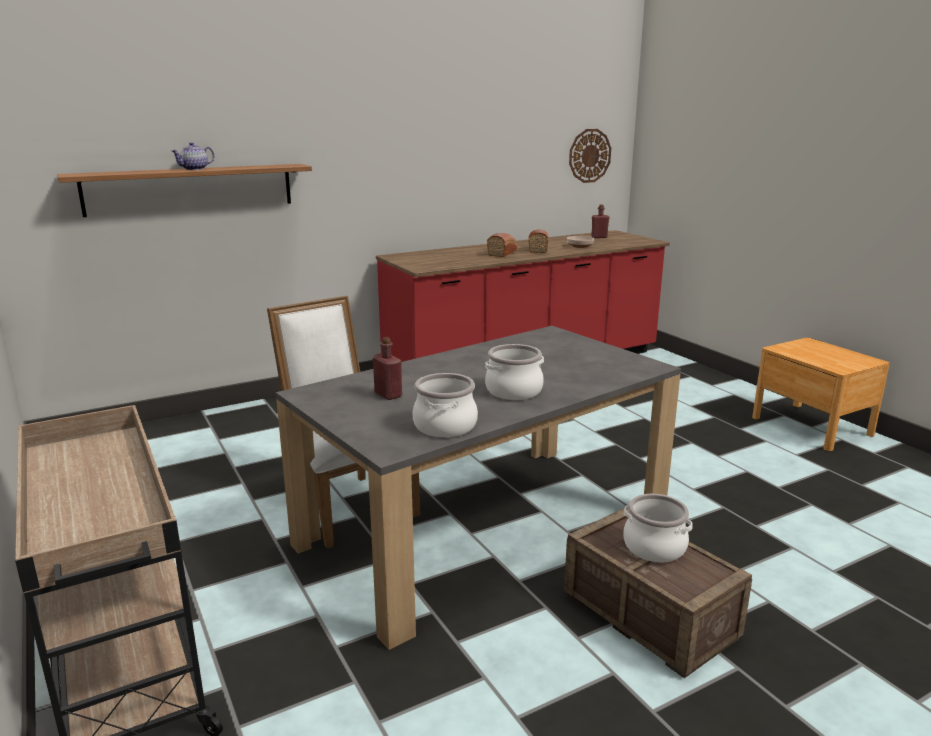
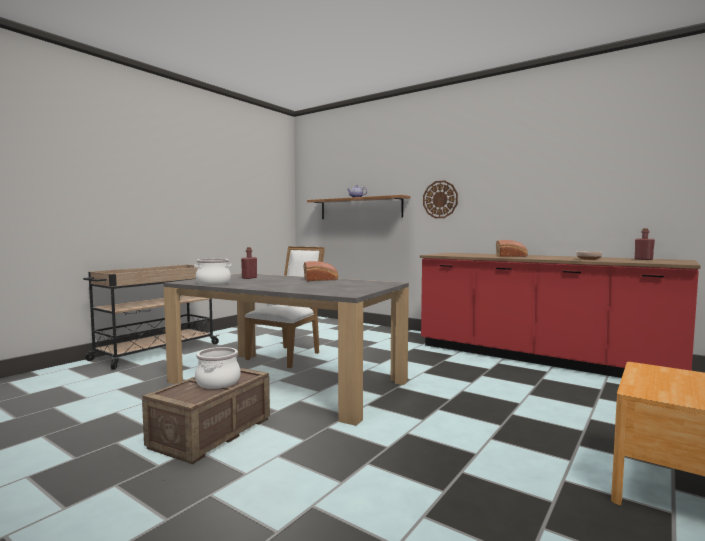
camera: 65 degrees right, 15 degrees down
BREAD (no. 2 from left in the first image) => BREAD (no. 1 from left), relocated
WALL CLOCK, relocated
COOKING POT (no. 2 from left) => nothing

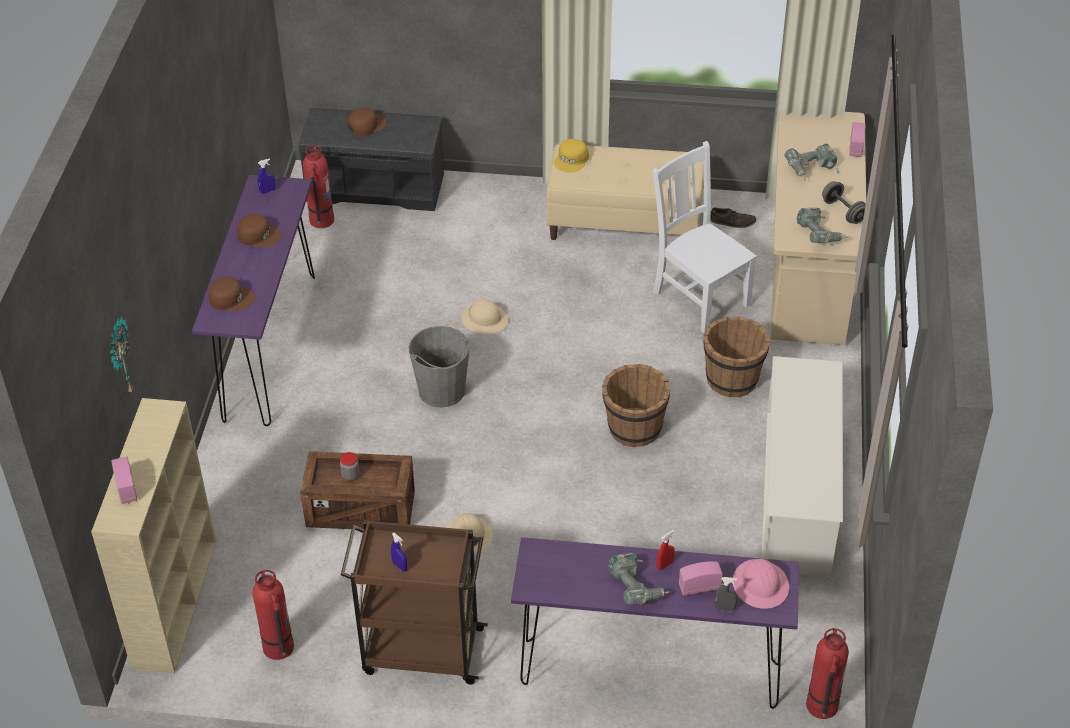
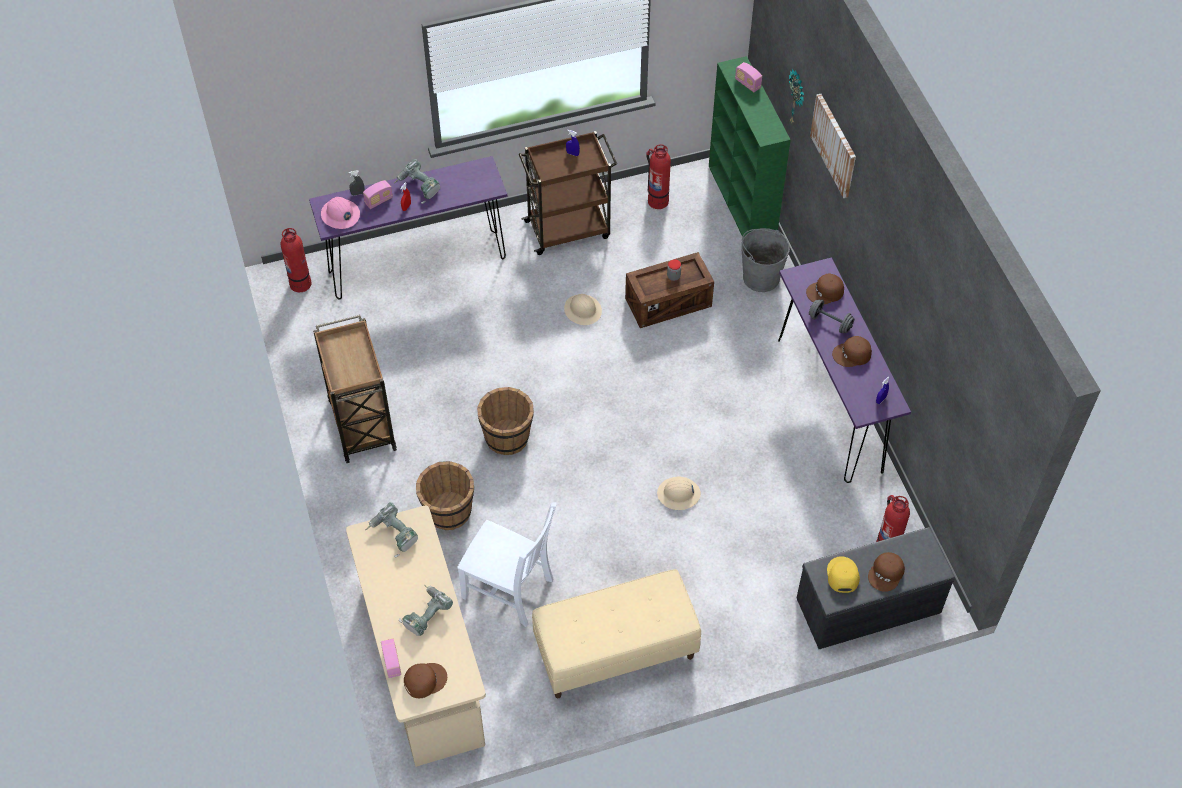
camera: 155 degrees right, 10 degrees up
WHITE SHOE RACK => BROWN CART (no. 1 from left)
nothing => BROWN CAP (no. 1 from left)
BEIGE BOOKCASE => GREEN BOOKCASE
GREY BUCKET, relocated
GREY DUMBBELL, relocated
nothing => PICTURE
YELLOW CAP, relocated
BROWN SHOE => nothing

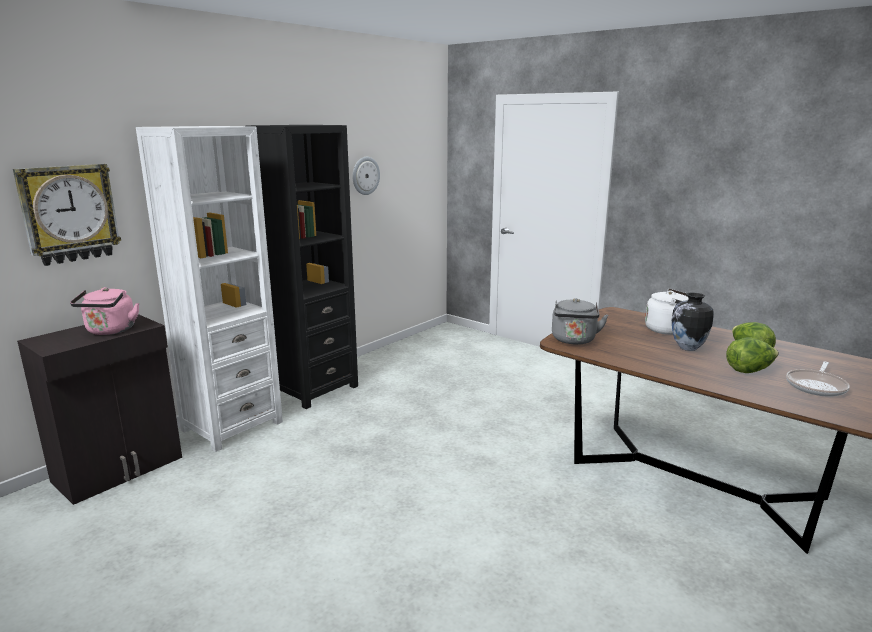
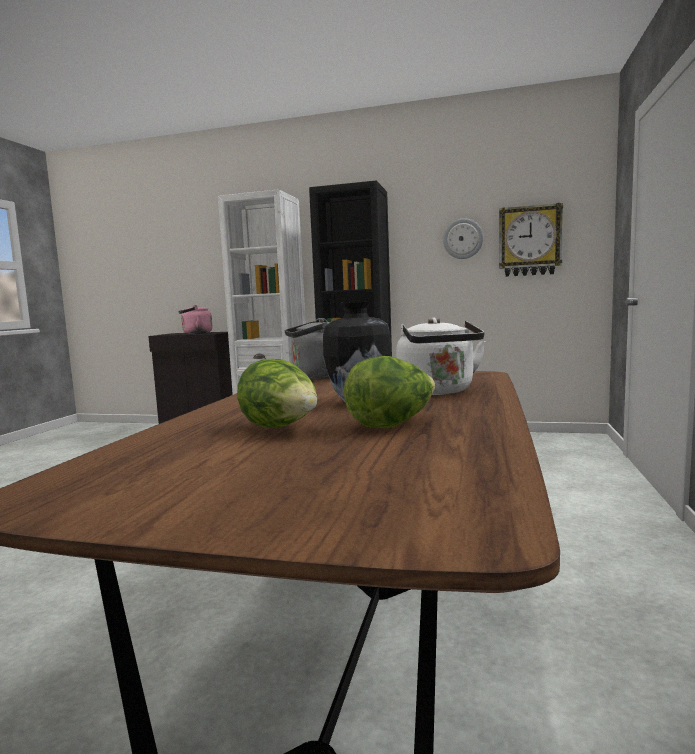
camera: 65 degrees right, 10 degrees down
WALL CLOCK (no. 1 from left in the first image) => WALL CLOCK (no. 2 from left), relocated
FRYING PAN => nothing

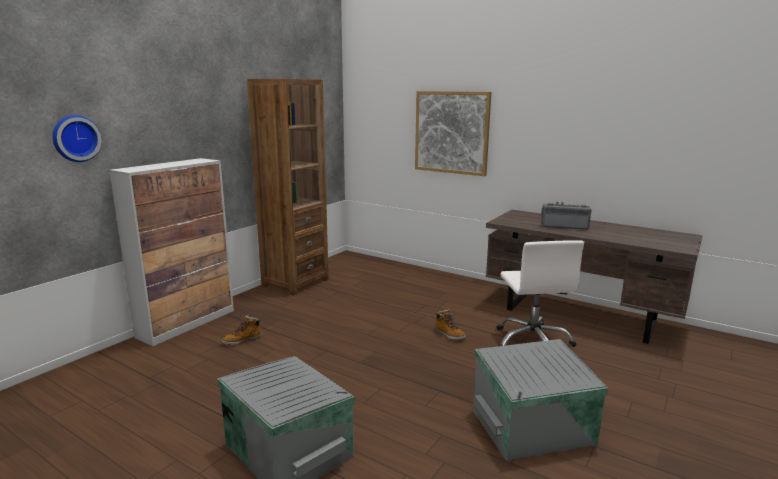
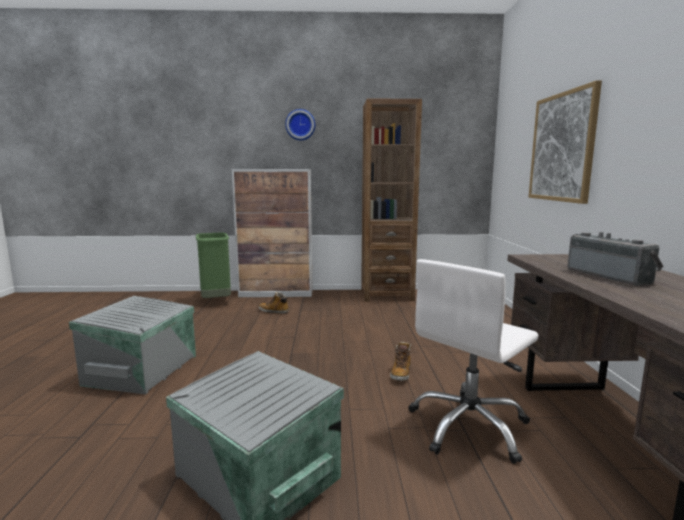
camera: 55 degrees right, 5 degrees down
nothing => GREEN TRASH CAN
WALL CLOCK, relocated

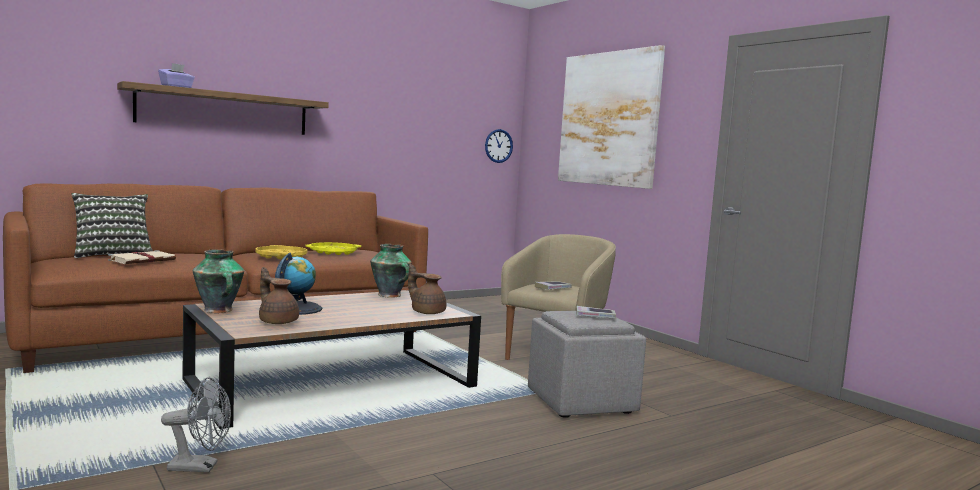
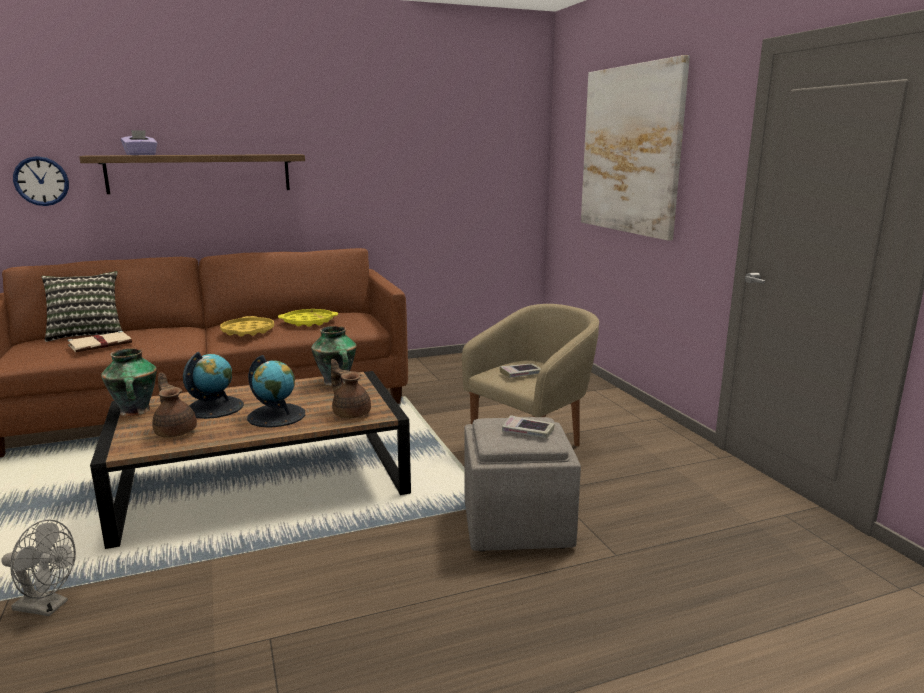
camera: 15 degrees right, 10 degrees up
WALL CLOCK, relocated
nothing => GLOBE (no. 2 from left)

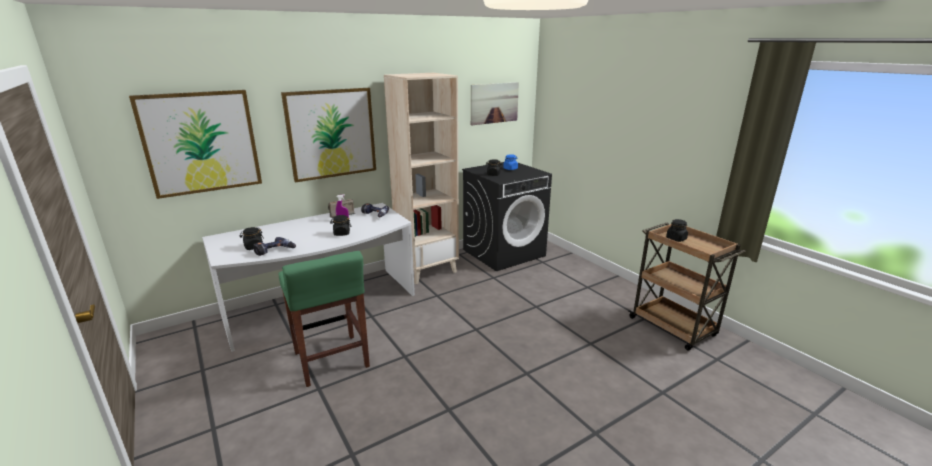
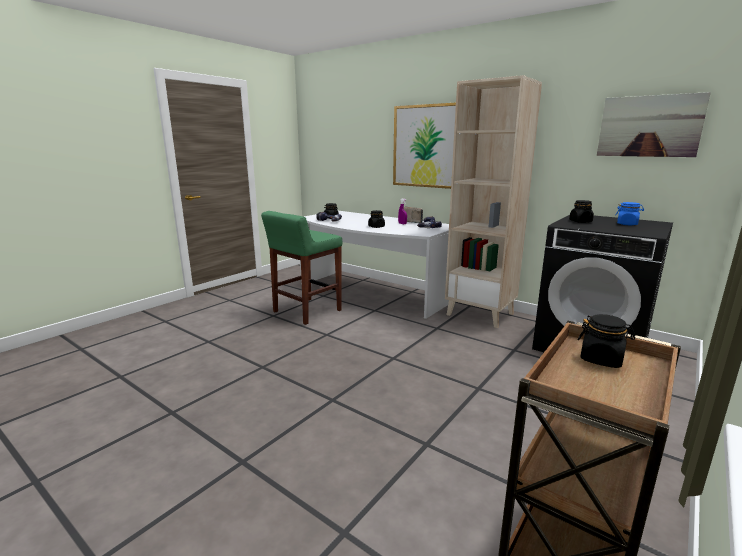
camera: 70 degrees right, 5 degrees down
PICTURE (no. 1 from left) => nothing

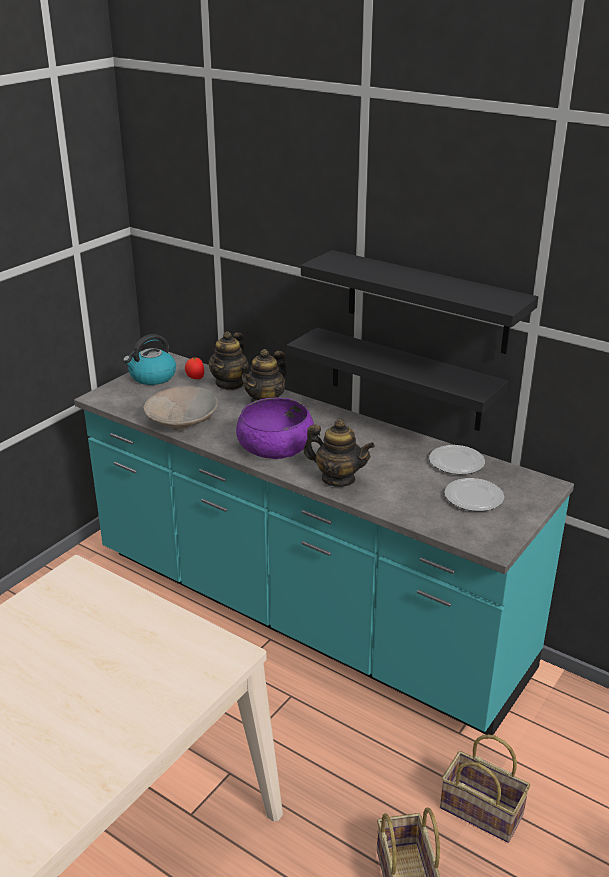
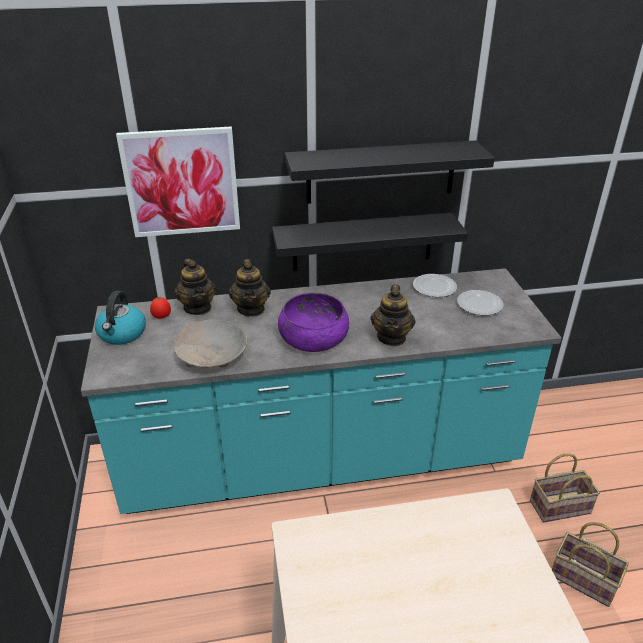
camera: 45 degrees left, 5 degrees up
nothing => PICTURE
TEAPOT (no. 3 from left), 120 degrees clockwise

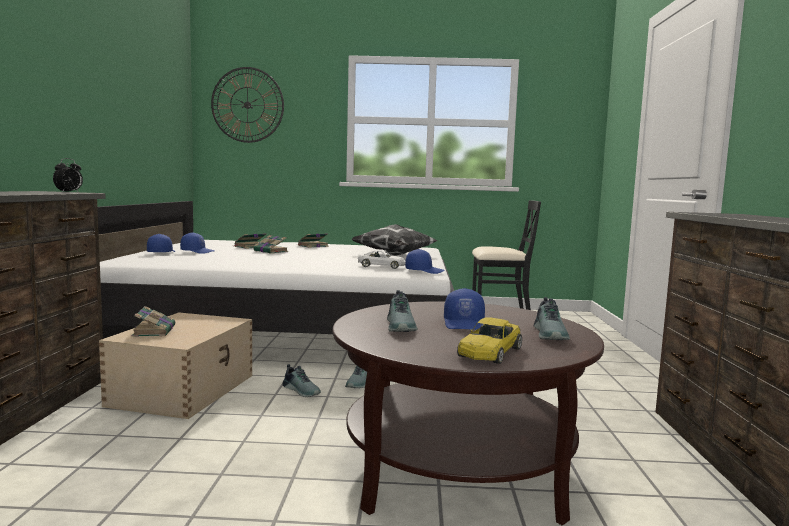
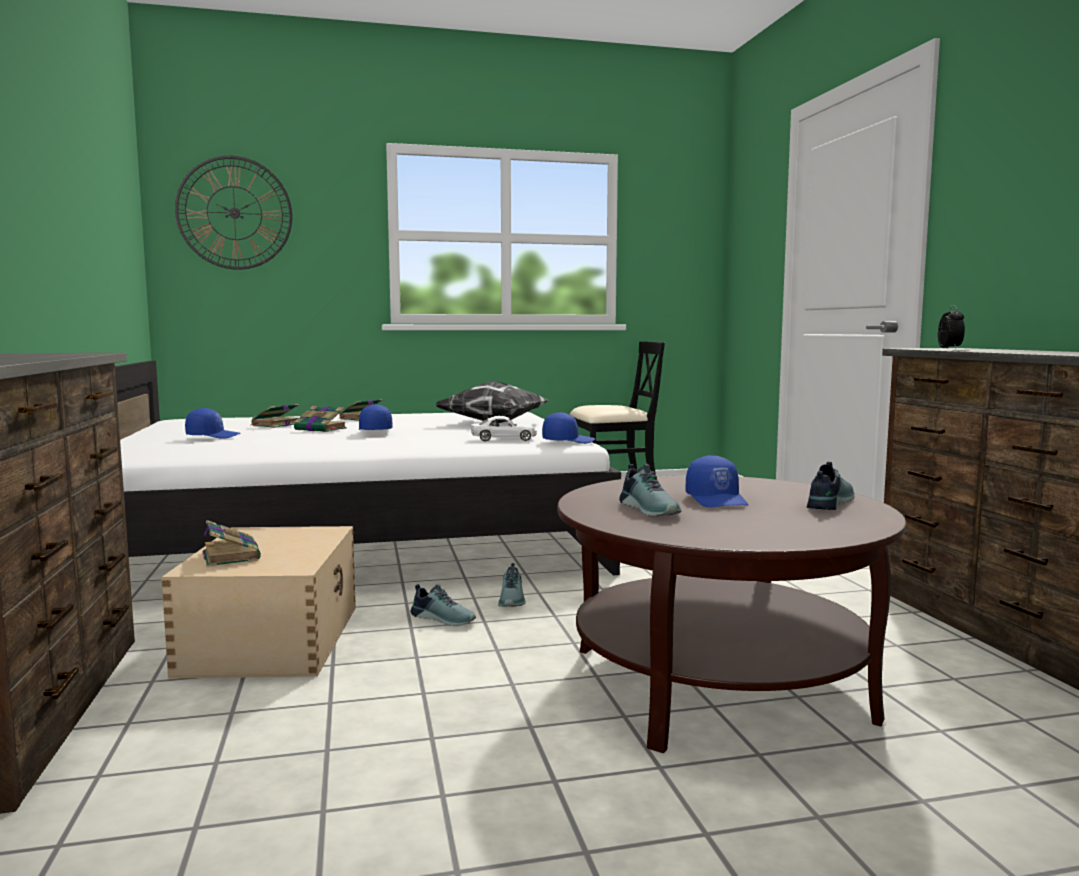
camera: 15 degrees left, 0 degrees up
BLUE CAP (no. 1 from left in the first image) => BLUE CAP (no. 2 from left), relocated
SHOE (no. 4 from left), 135 degrees counterclockwise
ALARM CLOCK, relocated
YELLOW TOY CAR => nothing

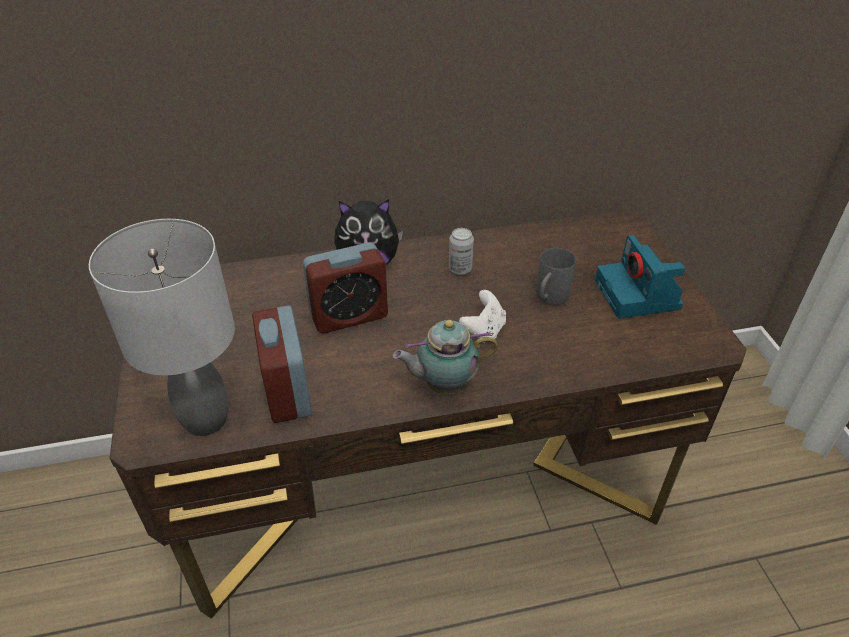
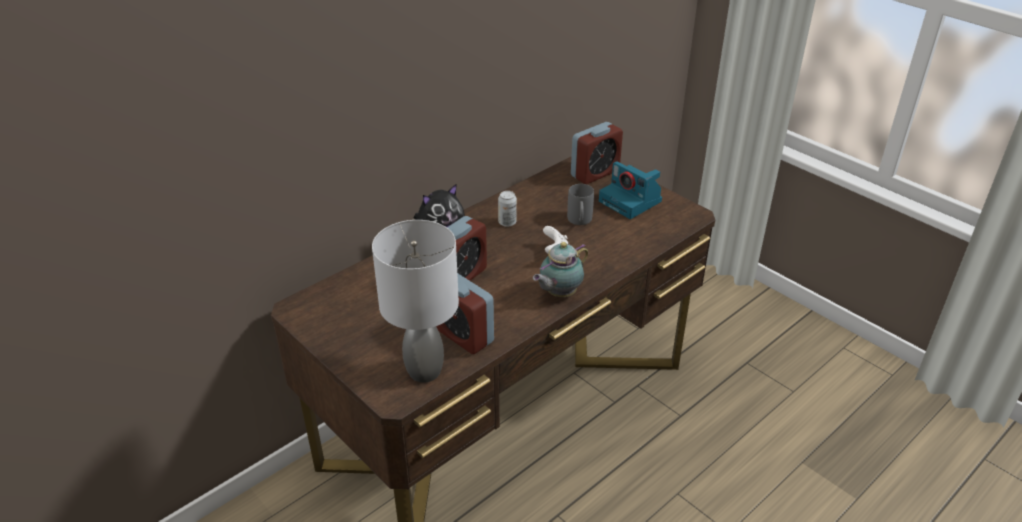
camera: 30 degrees left, 5 degrees down
nothing => ALARM CLOCK (no. 3 from left)

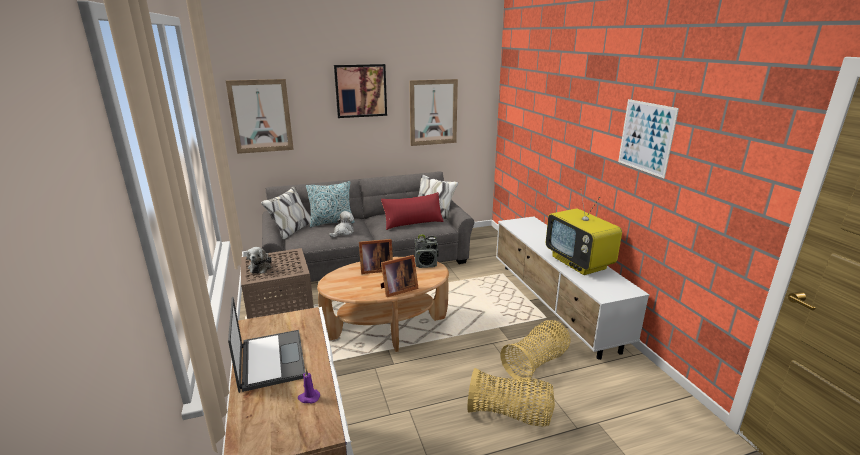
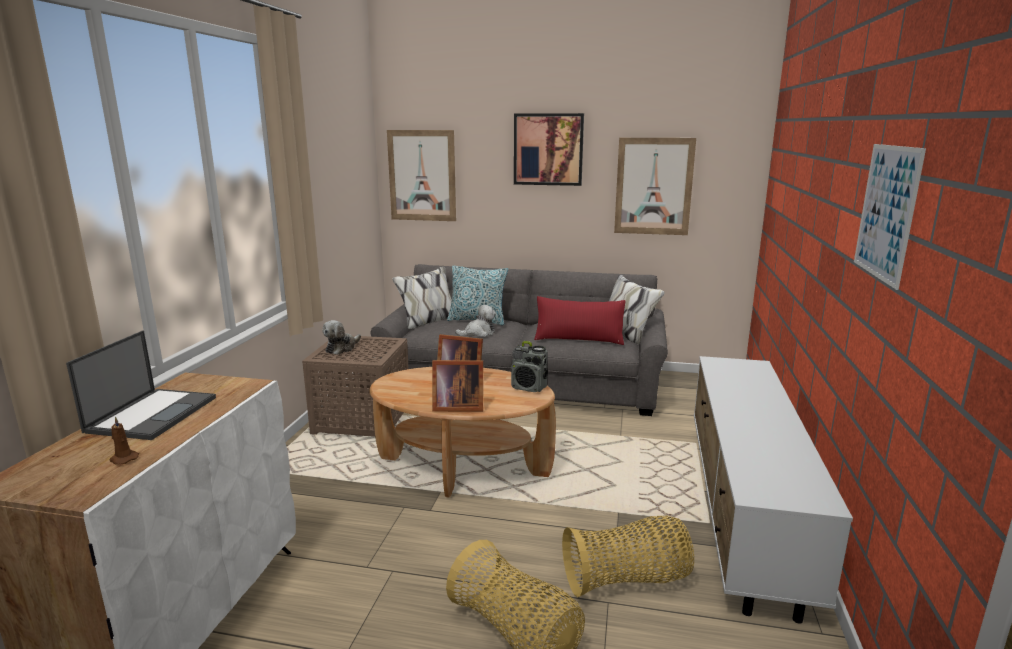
camera: 30 degrees right, 5 degrees down
PURPLE CANDLE => BROWN CANDLE
TELEVISION => nothing

